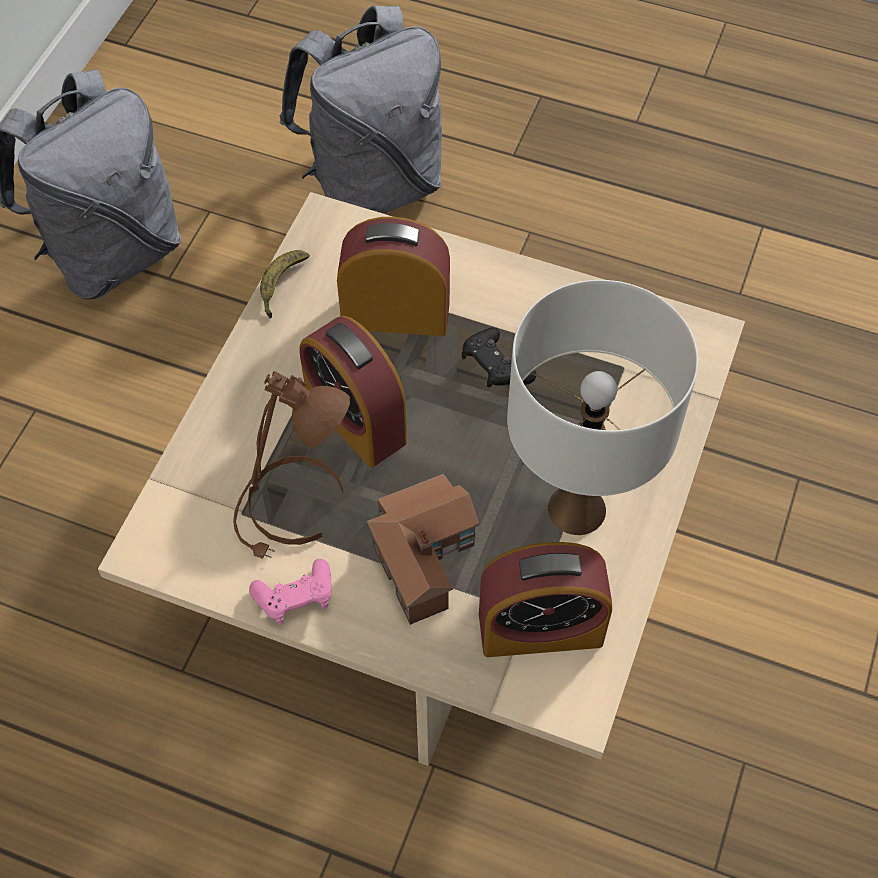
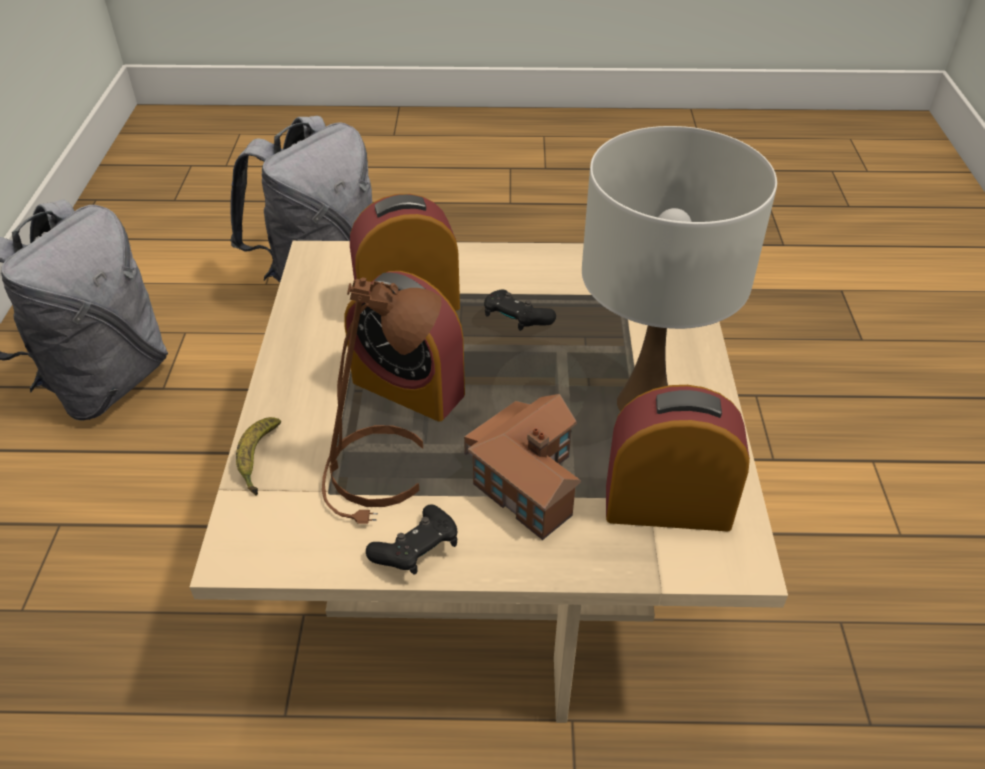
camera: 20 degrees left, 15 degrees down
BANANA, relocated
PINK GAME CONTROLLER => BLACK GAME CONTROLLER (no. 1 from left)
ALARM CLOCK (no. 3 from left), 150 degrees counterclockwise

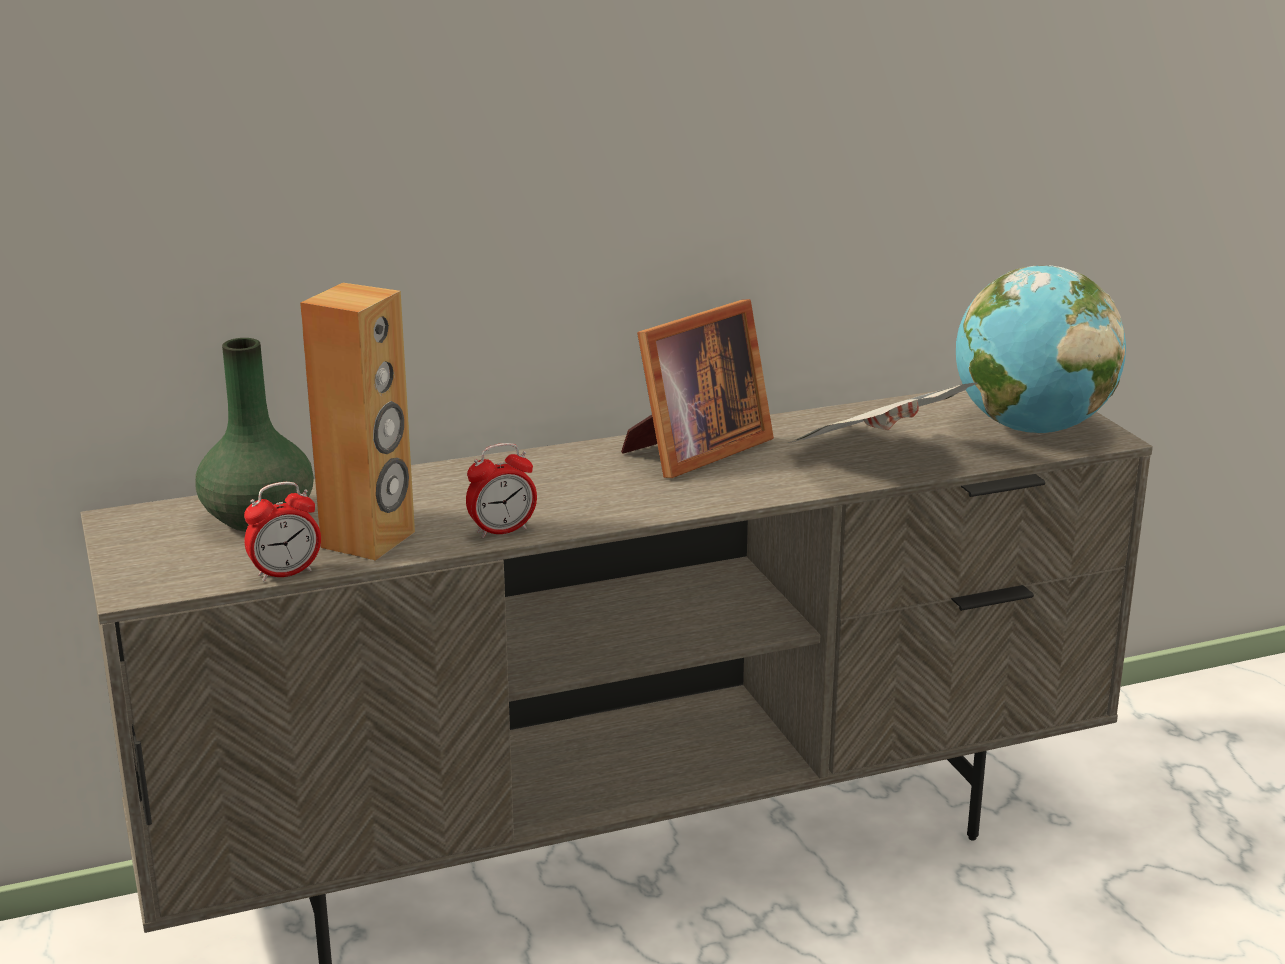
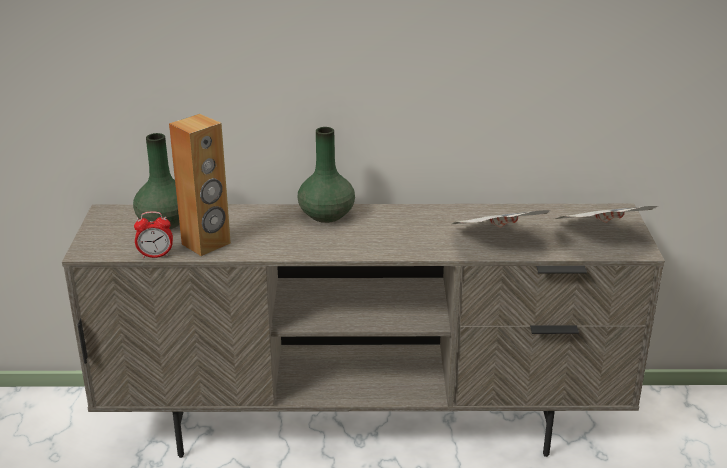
camera: 20 degrees right, 5 degrees up
nothing => GREEN VASE (no. 2 from left)
GLOBE => NEWSPAPER (no. 2 from left)
ALARM CLOCK (no. 2 from left) => nothing
PICTURE FRAME => nothing

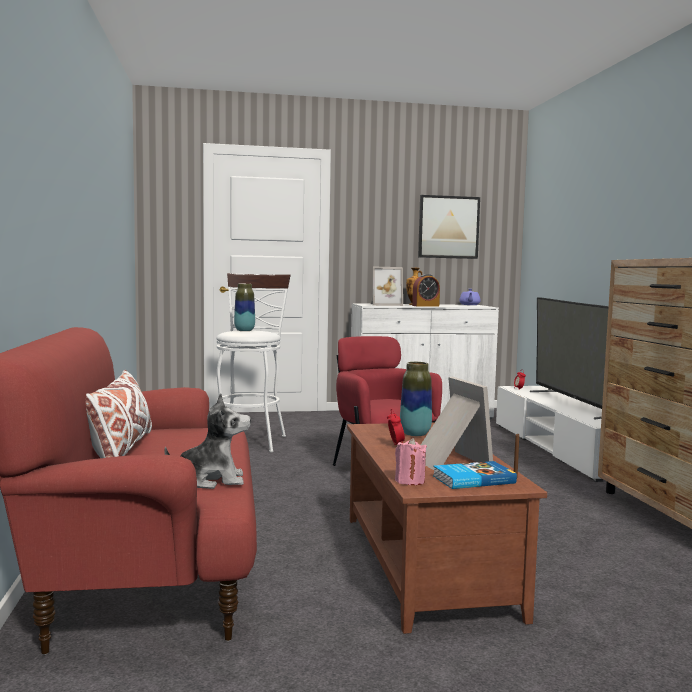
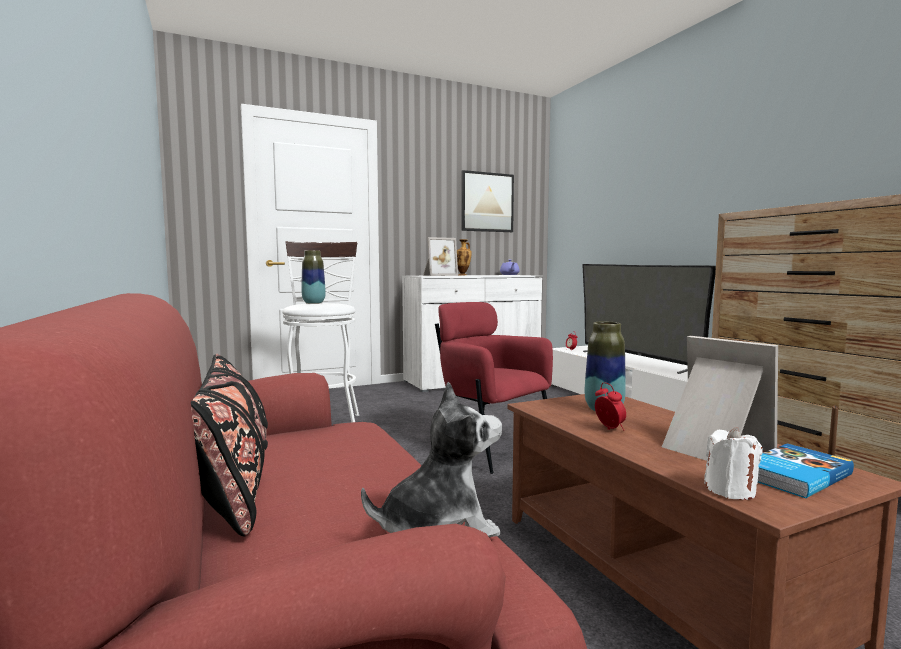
camera: 15 degrees left, 0 degrees up
WHITE PILLOW => BLACK PILLOW
PINK CANDLE => WHITE CANDLE
ALARM CLOCK (no. 2 from left) => nothing

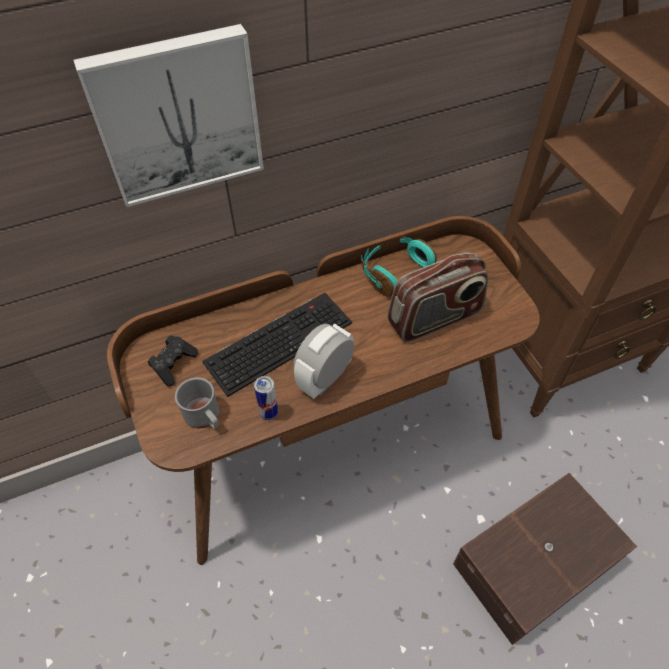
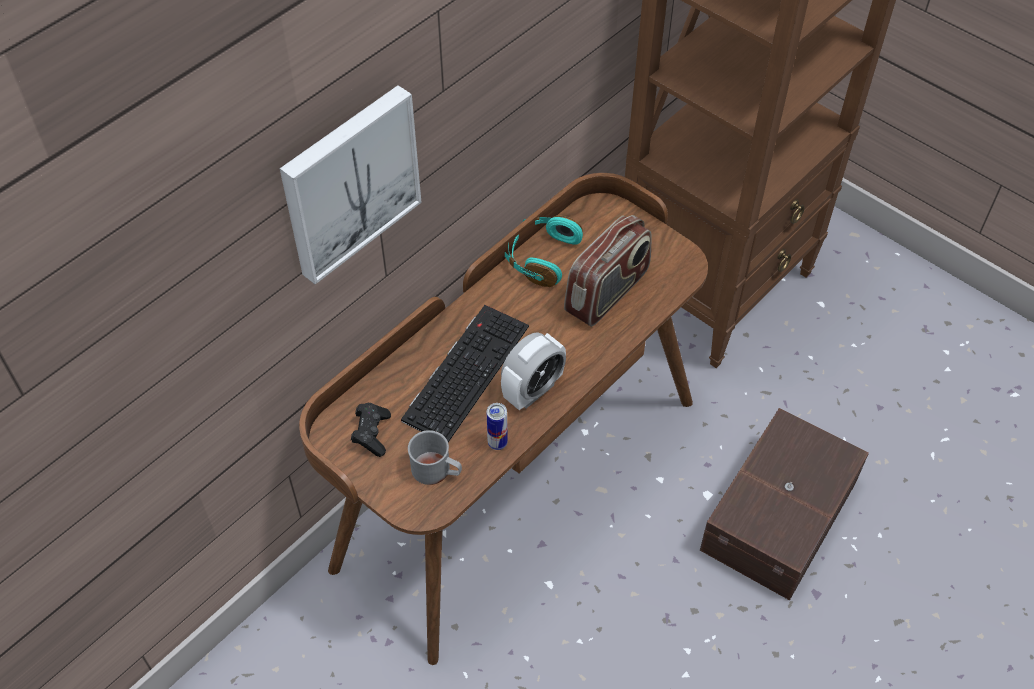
camera: 25 degrees left, 0 degrees up
ALARM CLOCK, 150 degrees counterclockwise

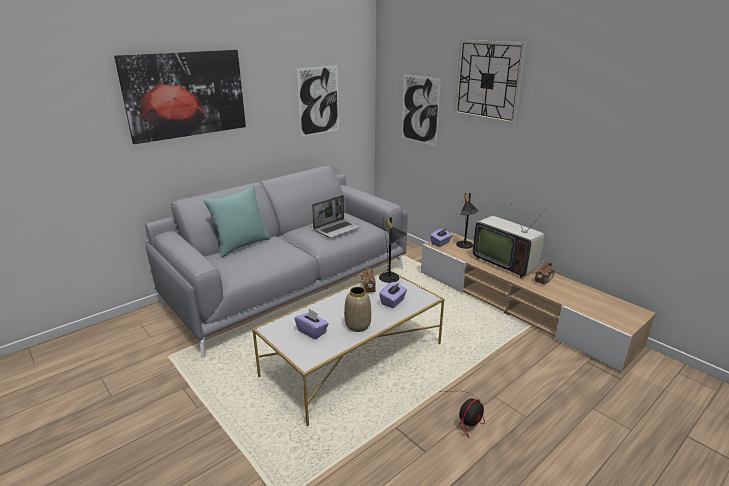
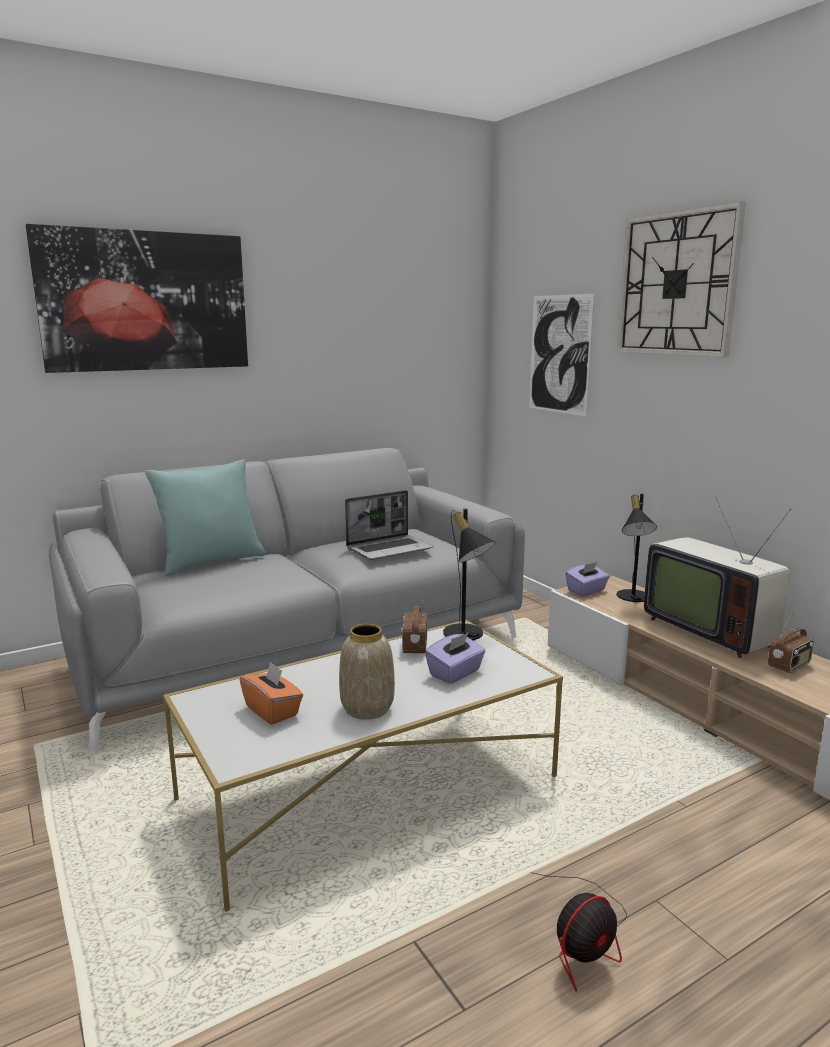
camera: 10 degrees right, 10 degrees down
PURPLE TISSUE BOX (no. 1 from left) => ORANGE TISSUE BOX
PICTURE (no. 2 from left) => nothing

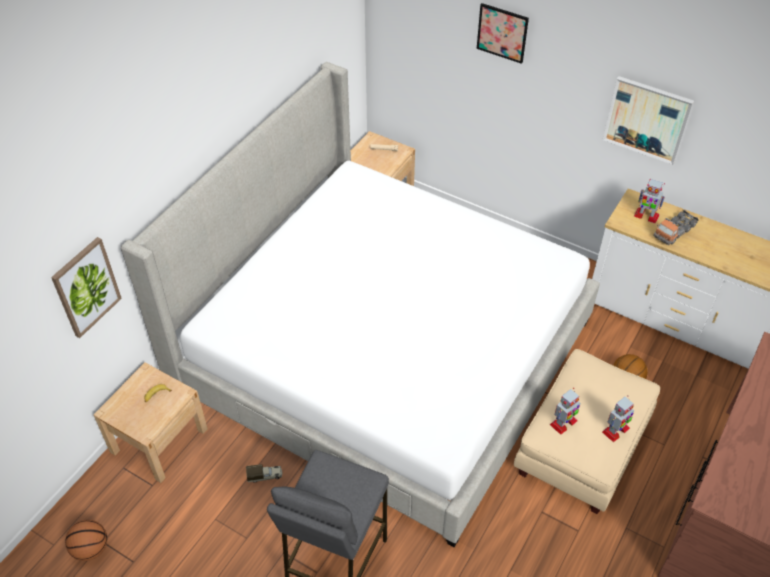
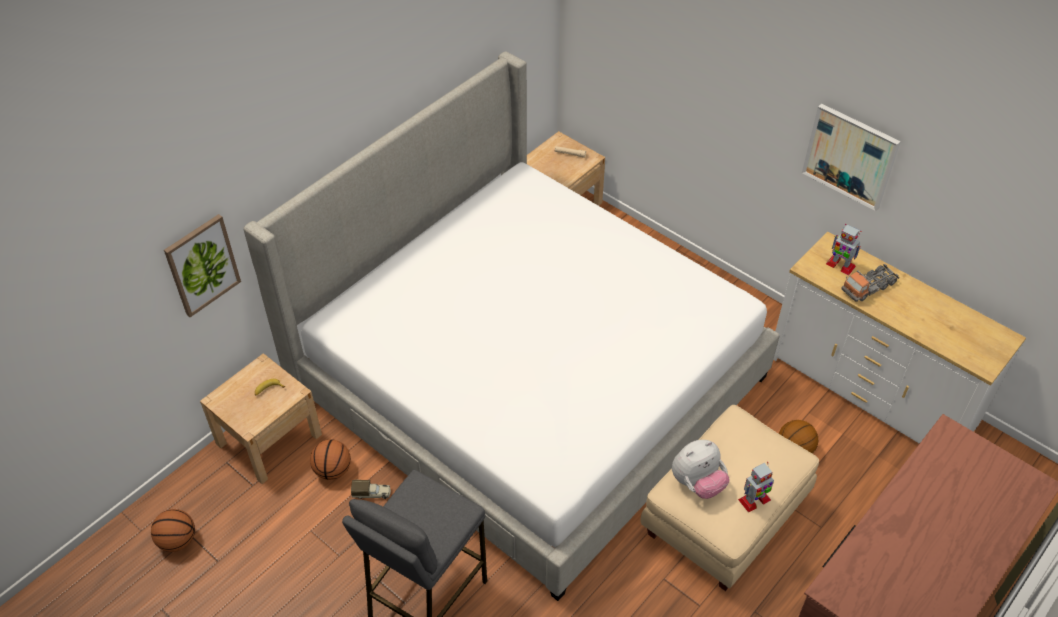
camera: 10 degrees right, 0 degrees up
nothing => BASKETBALL (no. 2 from left)
TOY ROBOT (no. 1 from left) => PLUSH TOY
PICTURE (no. 2 from left) => nothing

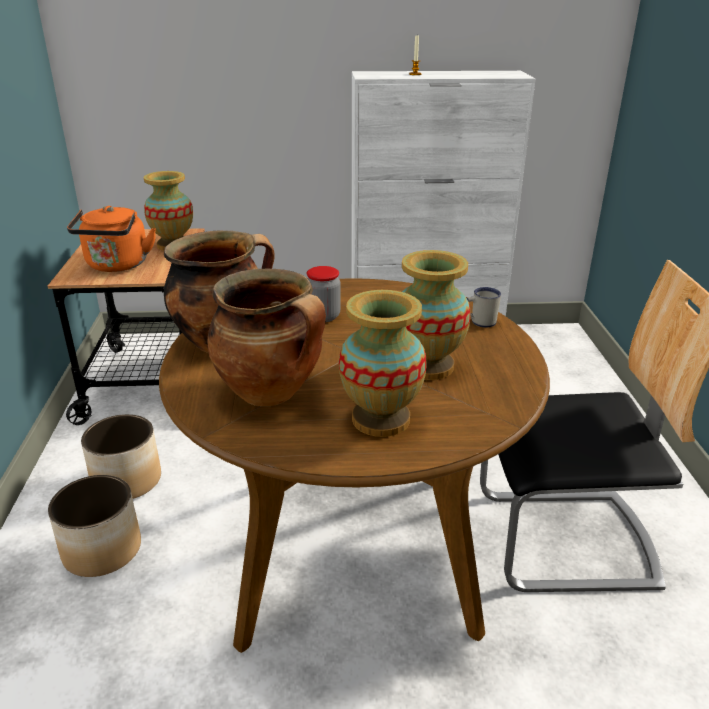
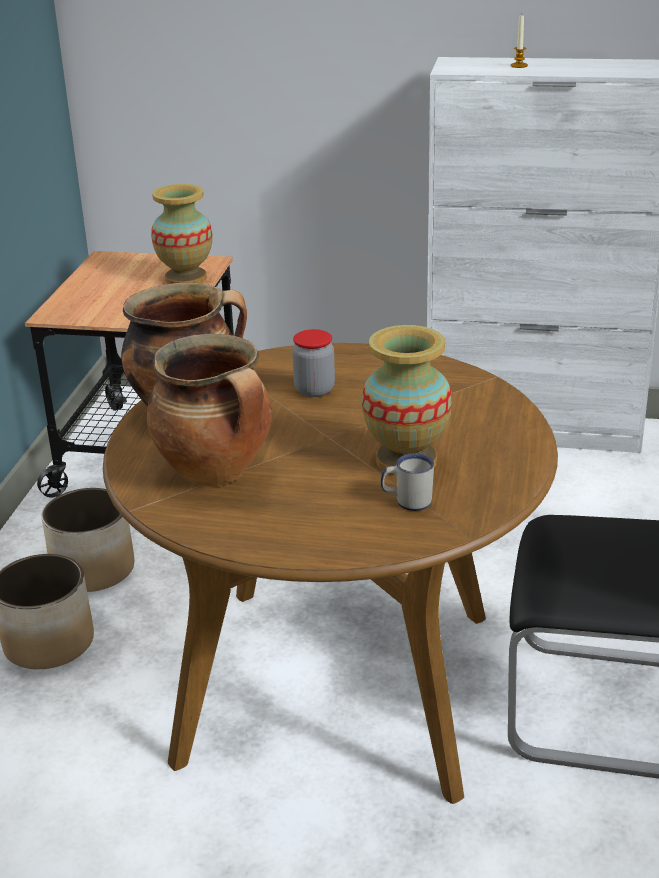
camera: 15 degrees right, 0 degrees up
WHITE MUG, relocated
ORANGE KETTLE => nothing
VASE (no. 2 from left) => nothing

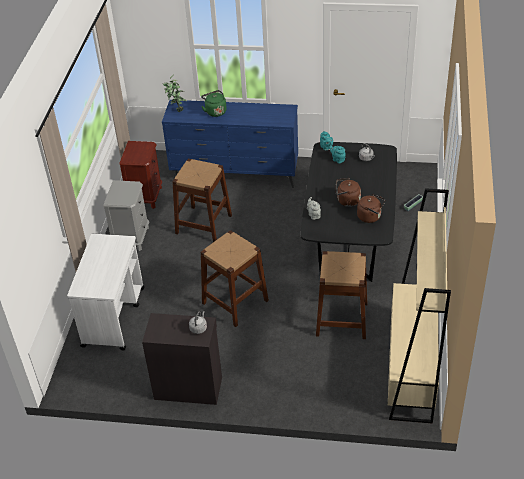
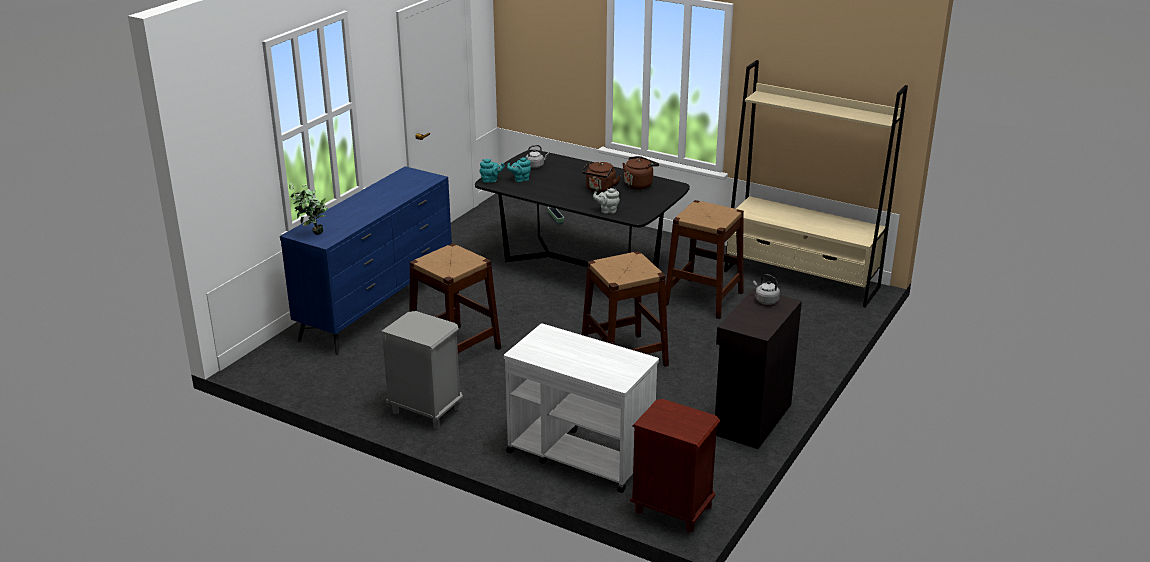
camera: 70 degrees left, 15 degrees down
BROWN NIGHTSTAND, relocated
GREEN KETTLE => nothing

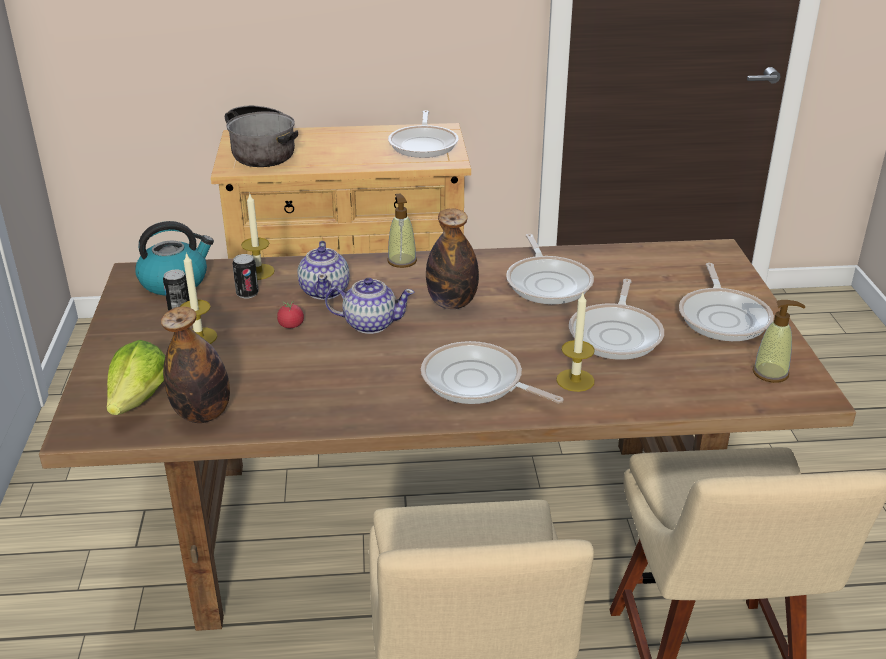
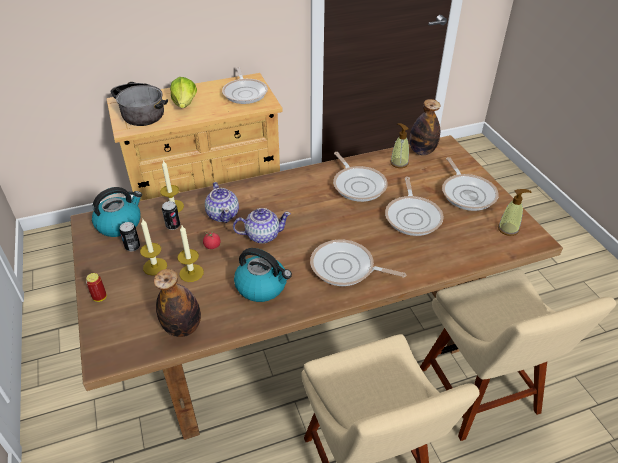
camera: 15 degrees left, 10 degrees up
nothing => CAN (no. 1 from left)
LETTUCE, relocated
CANDLE (no. 3 from left), relocated
nothing => KETTLE (no. 2 from left)
SOAP DISPENSER (no. 1 from left), relocated
BOTTLE (no. 2 from left), relocated

